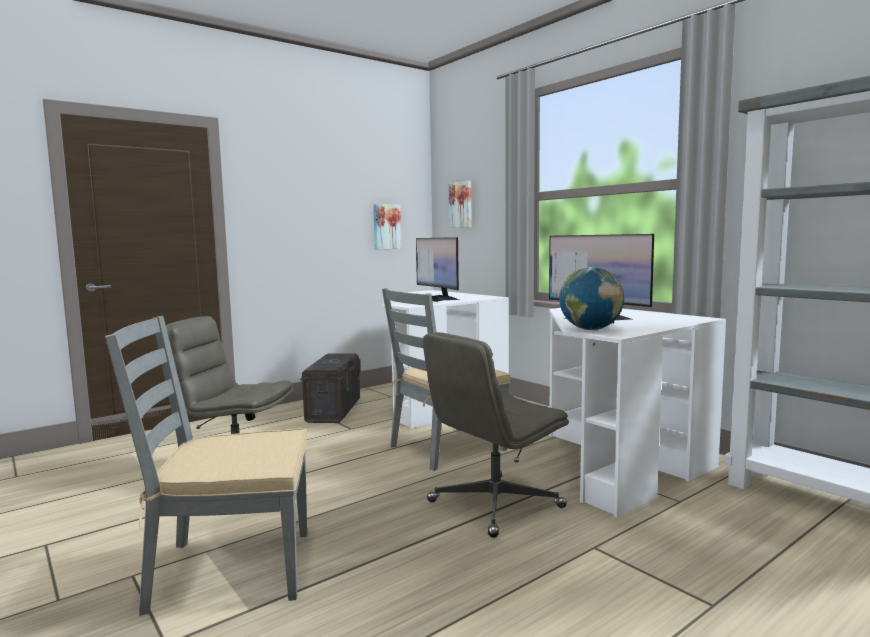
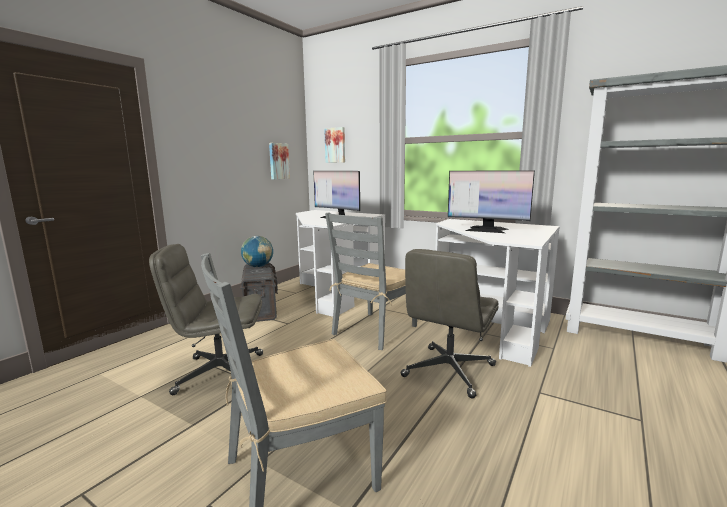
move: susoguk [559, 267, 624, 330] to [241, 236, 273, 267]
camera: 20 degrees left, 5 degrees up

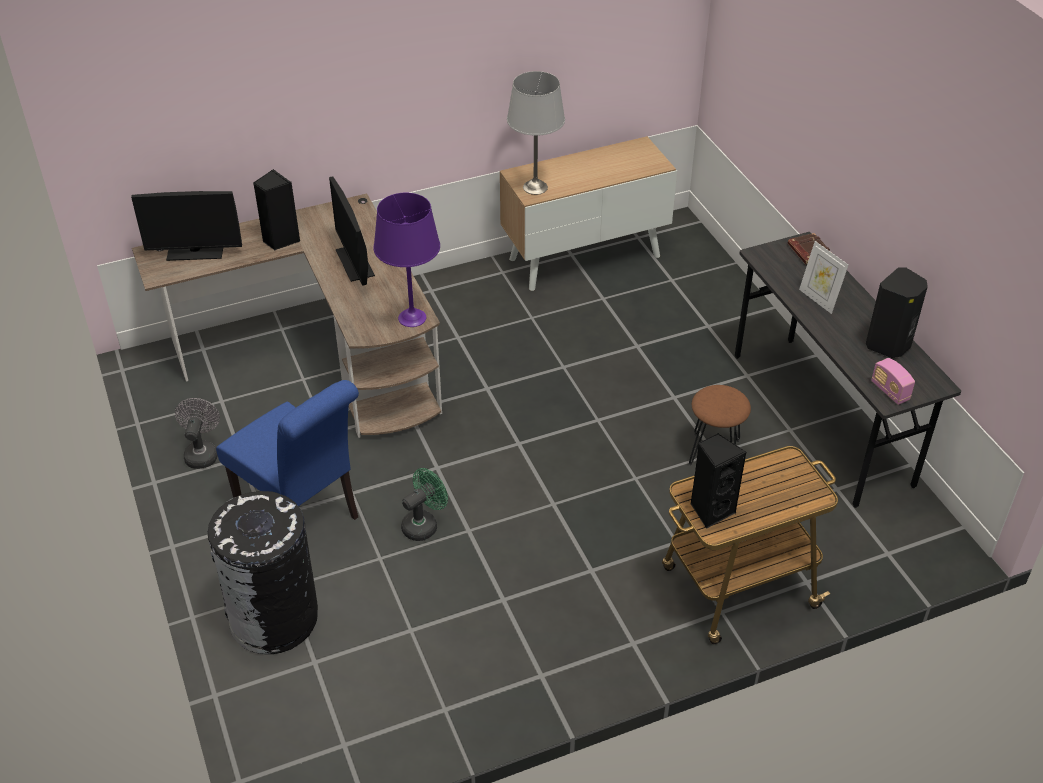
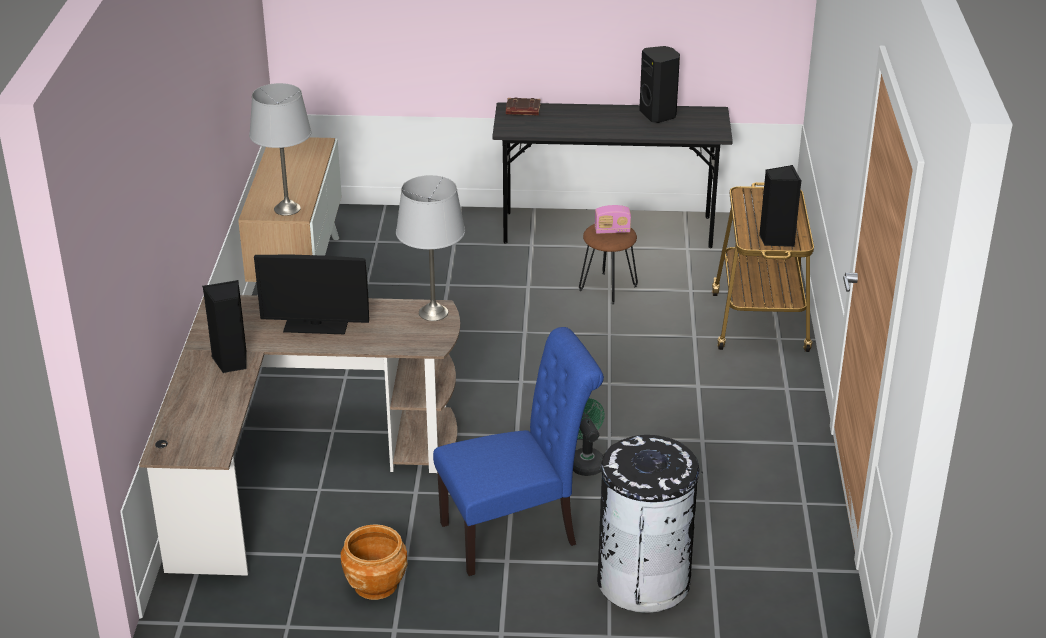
delete: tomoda [131, 191, 242, 261]; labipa [799, 241, 848, 314]
move: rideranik [871, 358, 915, 405] to [595, 205, 631, 234]
replace: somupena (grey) [175, 398, 220, 469] to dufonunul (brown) [341, 524, 408, 600]
recolor: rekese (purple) [373, 193, 440, 327] to rekese (grey) [396, 175, 465, 321]
camera: 65 degrees left, 10 degrees down

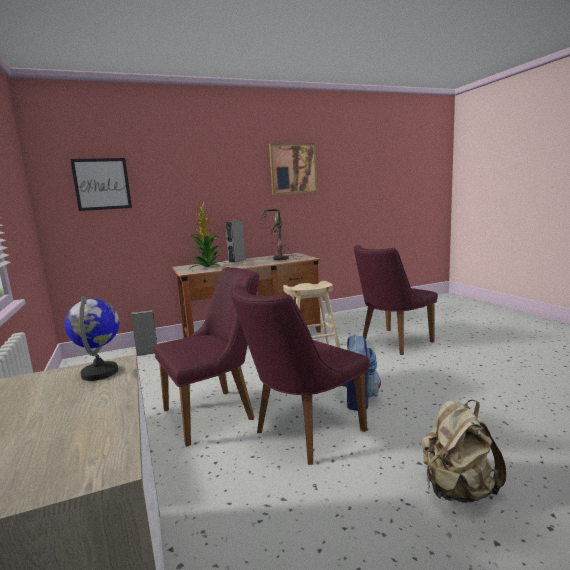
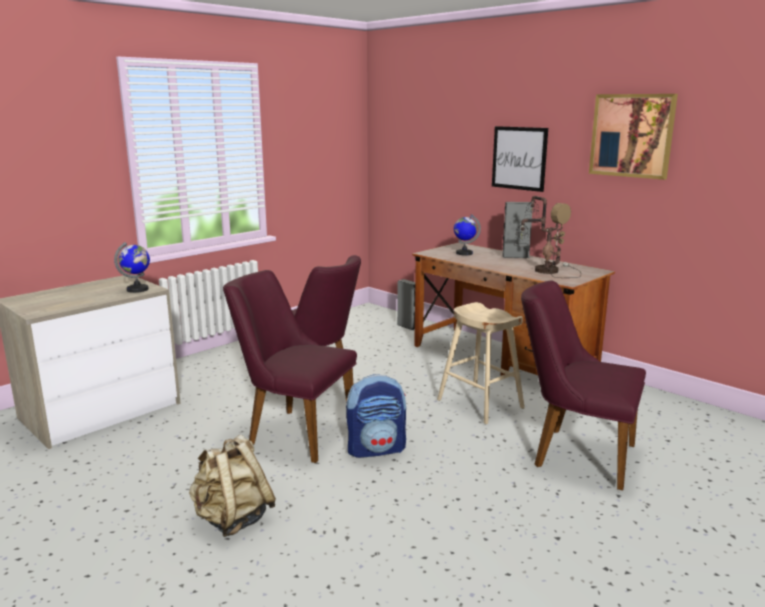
move: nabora [70, 158, 132, 211] to [492, 126, 548, 192]
replace: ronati [186, 203, 226, 269] to susoguk [454, 214, 481, 255]
camera: 65 degrees right, 5 degrees up

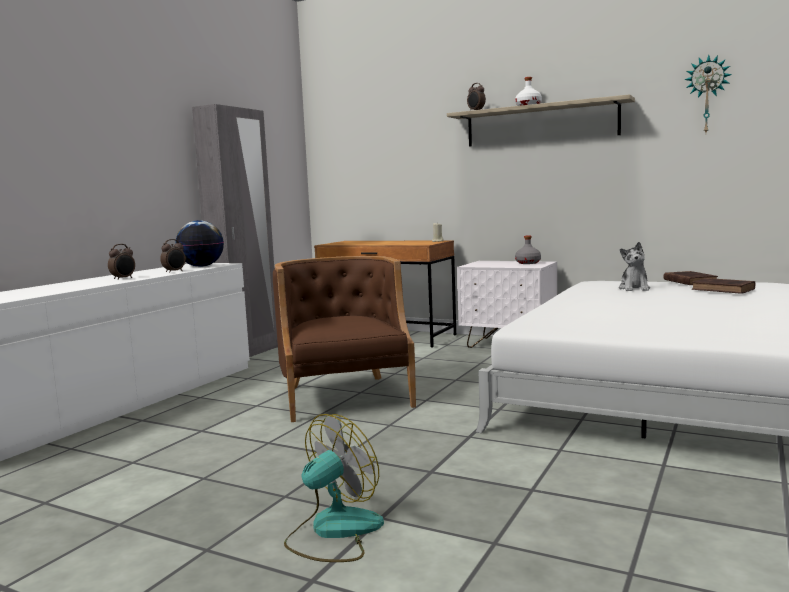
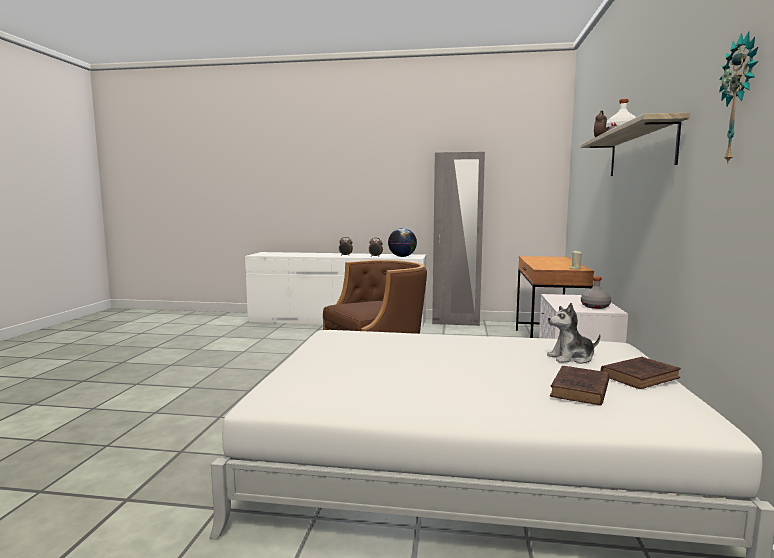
delete: somupena [284, 414, 384, 562]
camera: 70 degrees right, 0 degrees up

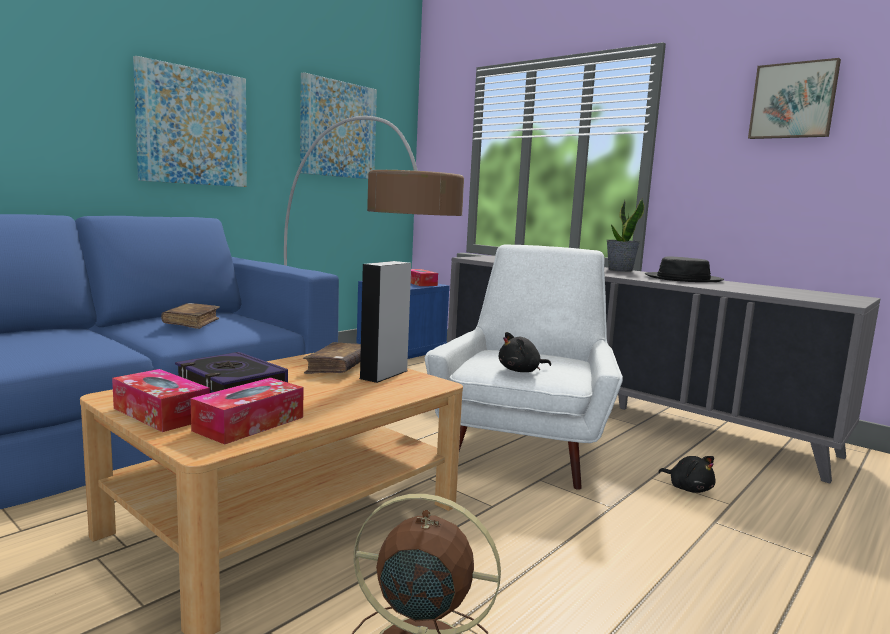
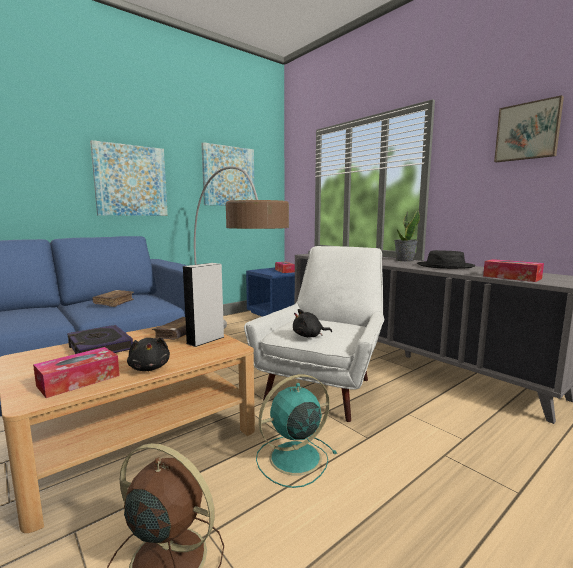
insert: somupena (turquoise) [256, 374, 337, 488]
move: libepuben [112, 369, 210, 432] to [483, 259, 544, 282]; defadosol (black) [658, 456, 716, 493] to [127, 337, 170, 371]
camera: 10 degrees right, 0 degrees up

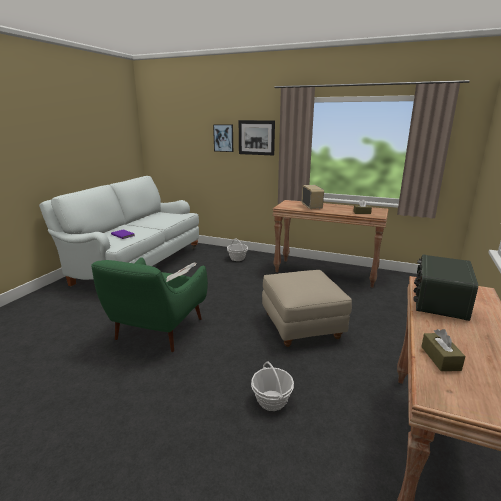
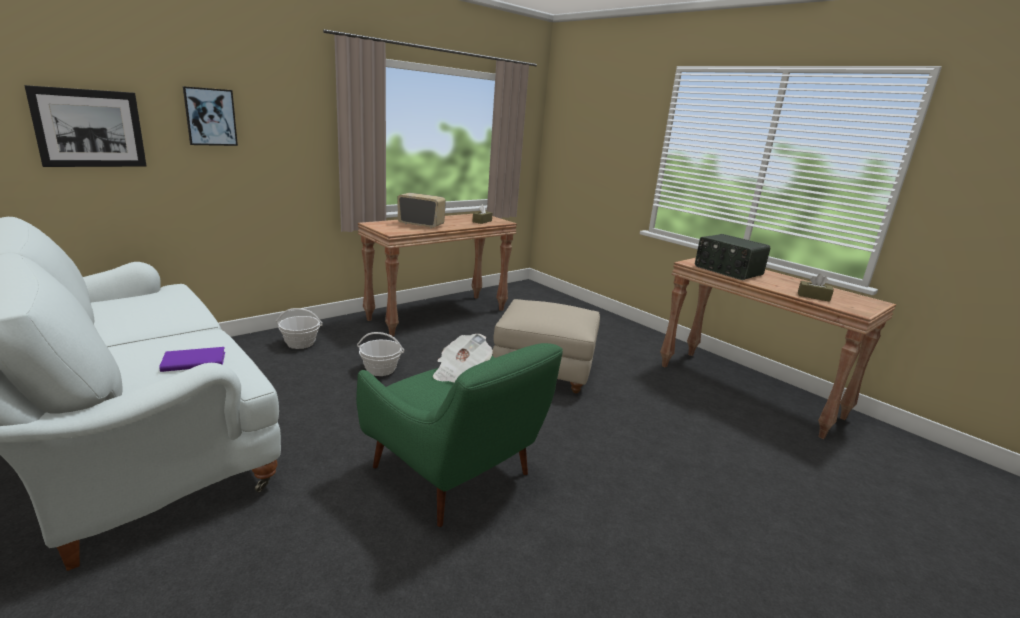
move: nabora [239, 120, 275, 156] to [24, 85, 147, 167]; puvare [251, 361, 294, 411] to [357, 332, 404, 376]
camera: 65 degrees left, 0 degrees up

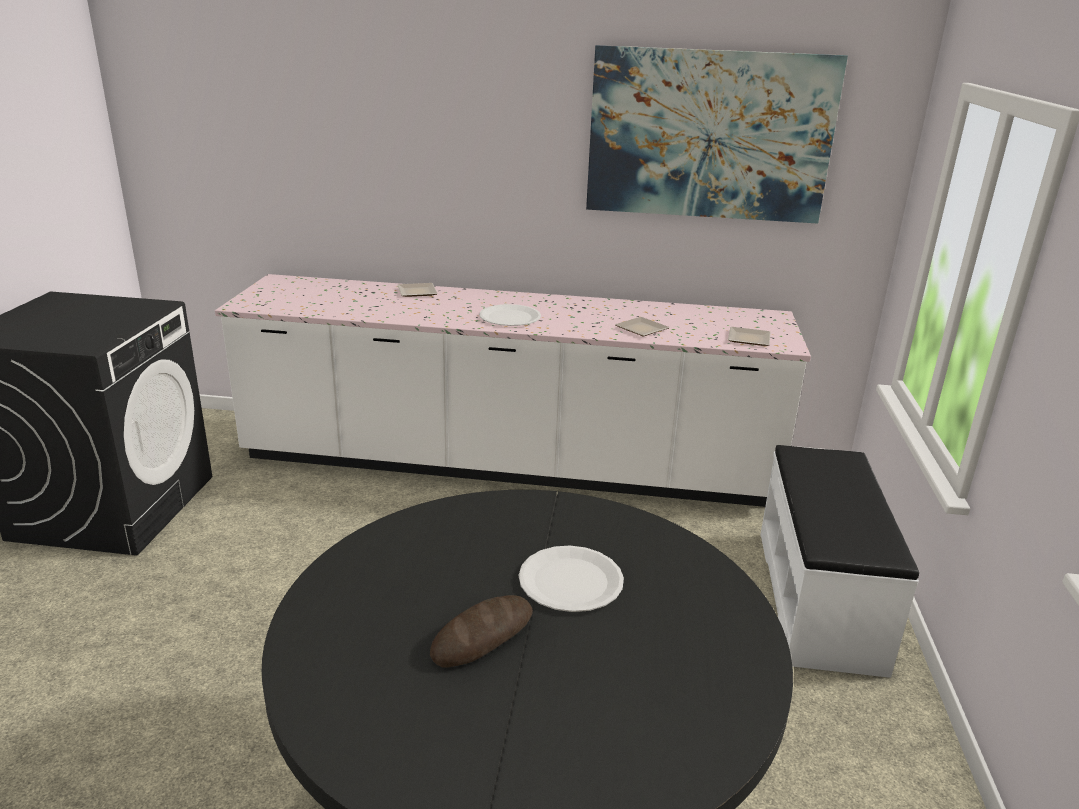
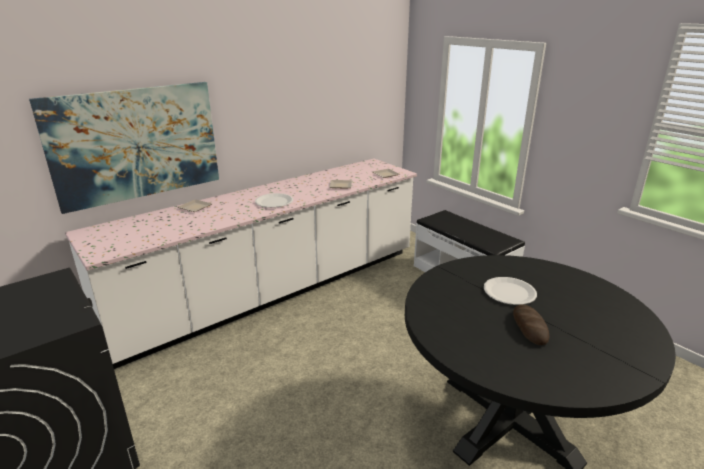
move: nabora [586, 45, 848, 224] to [29, 82, 219, 214]
camera: 45 degrees left, 0 degrees up

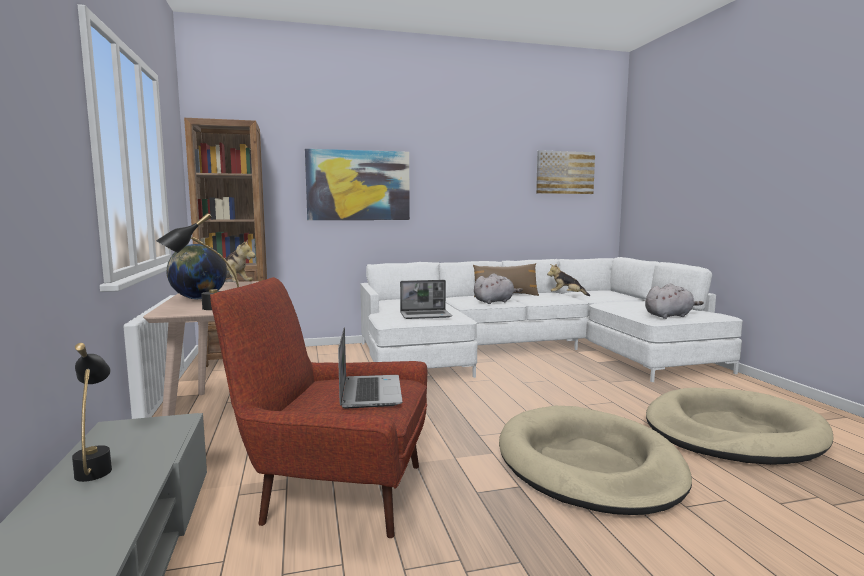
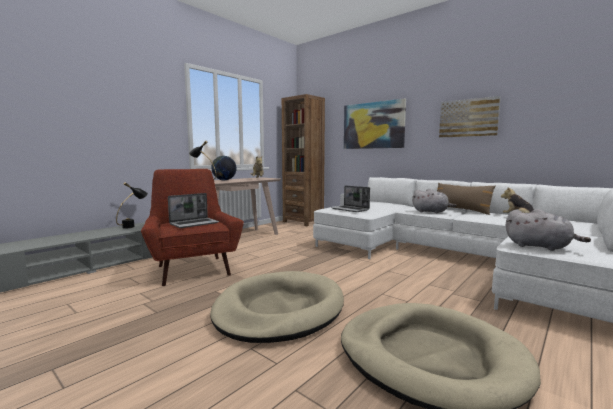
move: nabora [536, 150, 595, 194] to [439, 96, 501, 138]
camera: 55 degrees right, 0 degrees up

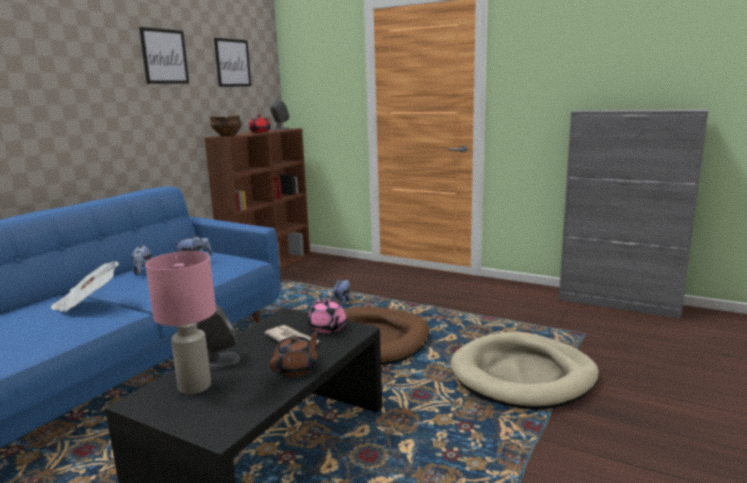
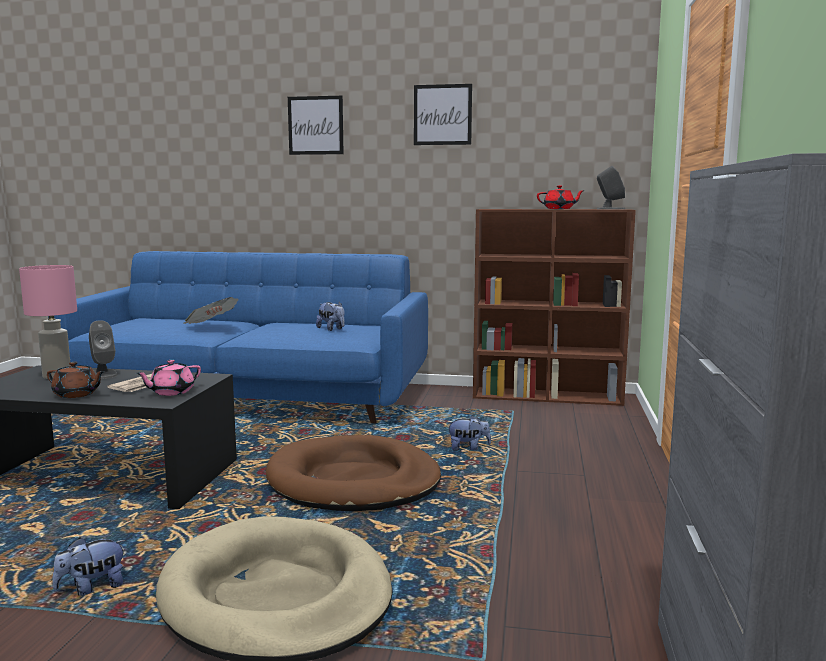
delete: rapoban [209, 115, 242, 137]
move: defadosol [131, 245, 153, 275] to [52, 537, 126, 596]; nabora [214, 38, 251, 87] to [288, 96, 344, 155]
camera: 70 degrees right, 5 degrees down

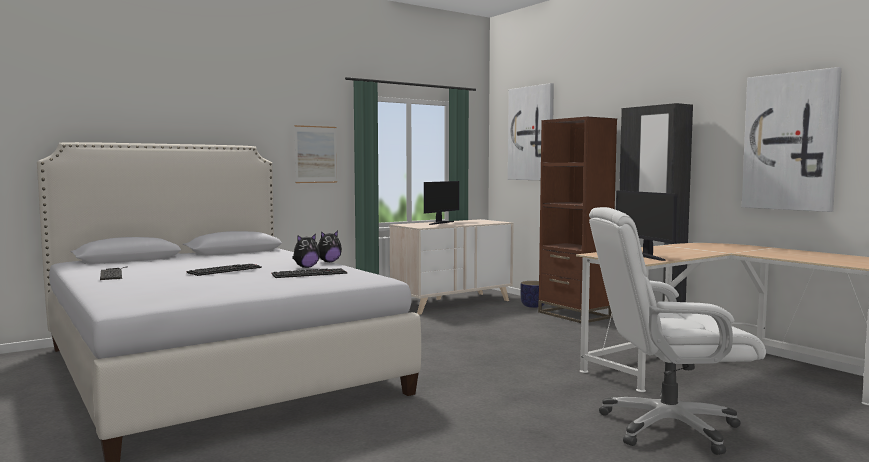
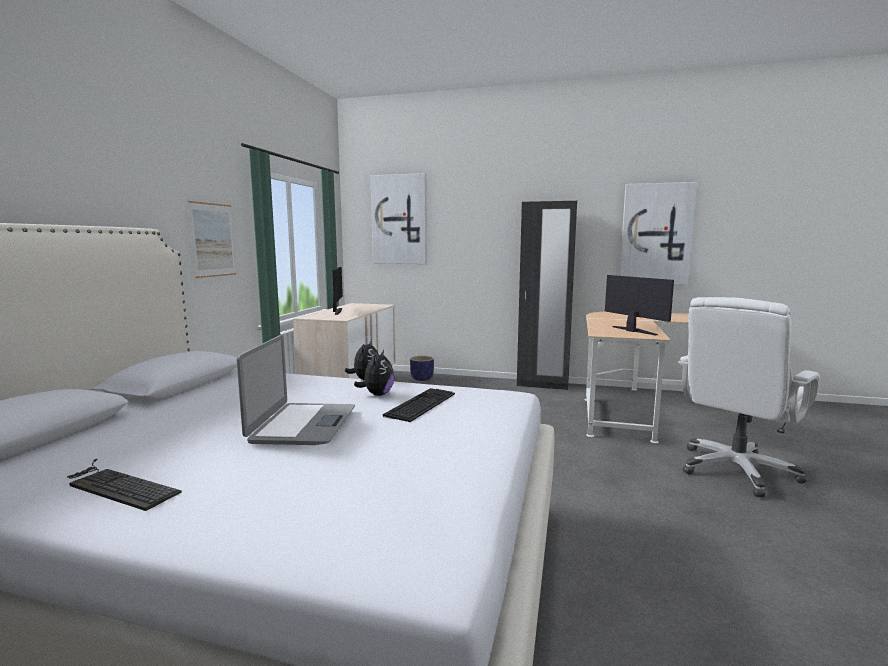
delete: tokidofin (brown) [538, 117, 617, 323]
replace: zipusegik [186, 264, 262, 276] to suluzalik [236, 335, 355, 445]
rotate: tomoda [616, 190, 677, 261] = [605, 275, 674, 336] 150 degrees counterclockwise
camera: 40 degrees left, 5 degrees up

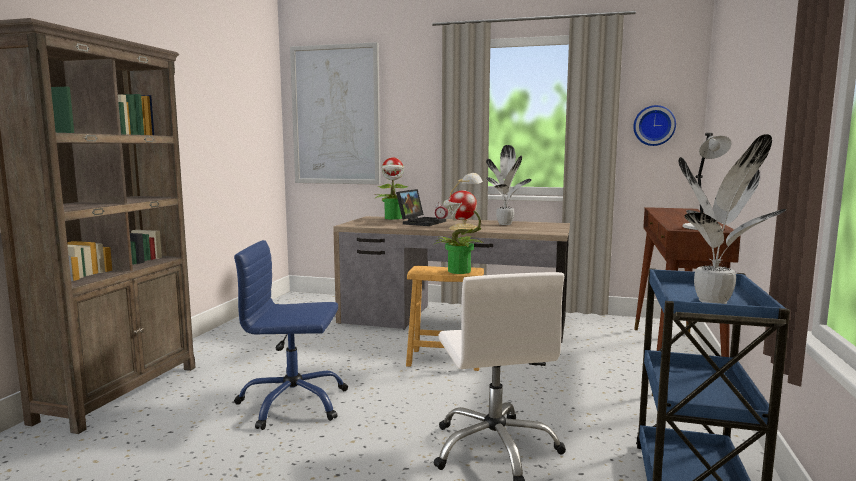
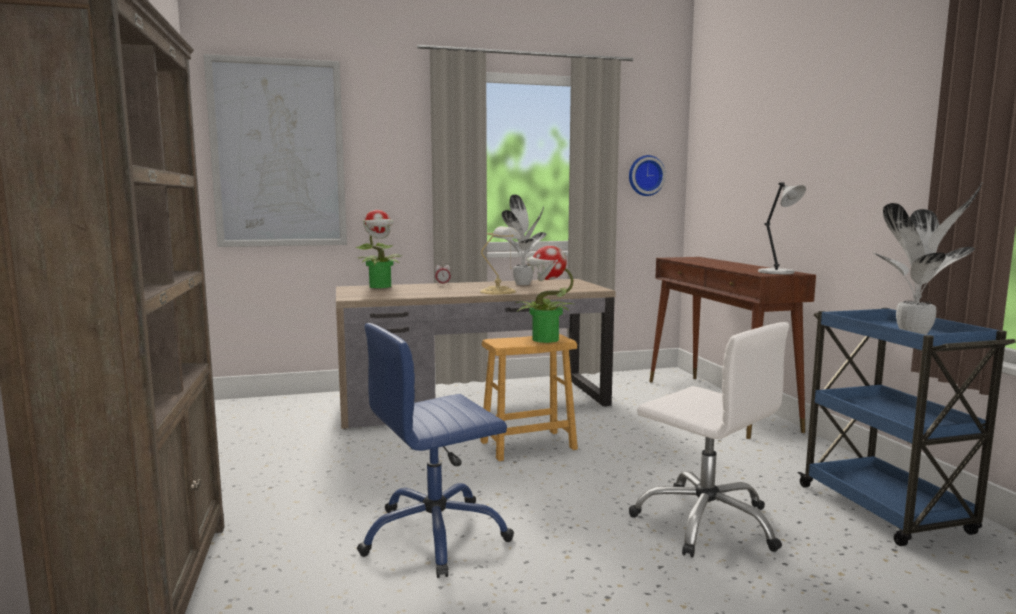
delete: suluzalik [396, 189, 446, 226]
camera: 30 degrees left, 0 degrees up

